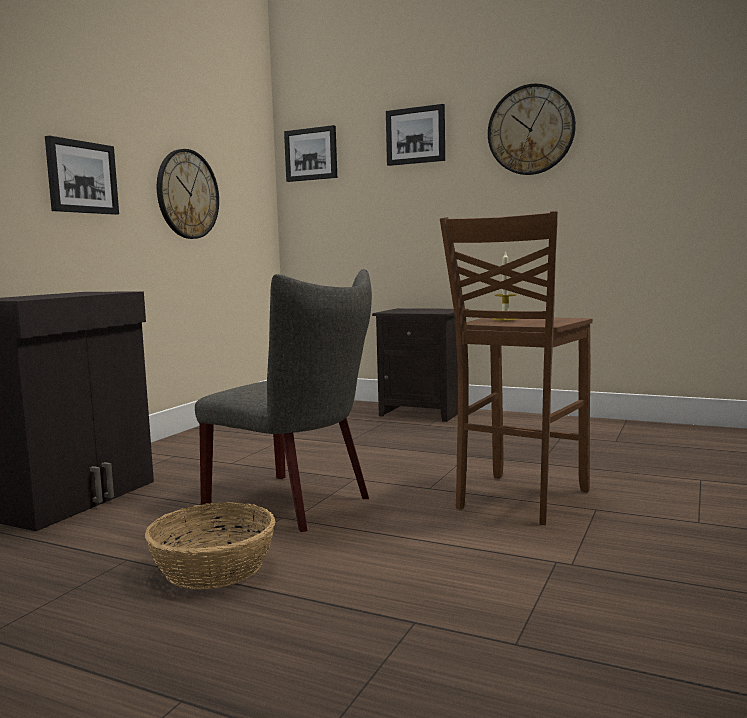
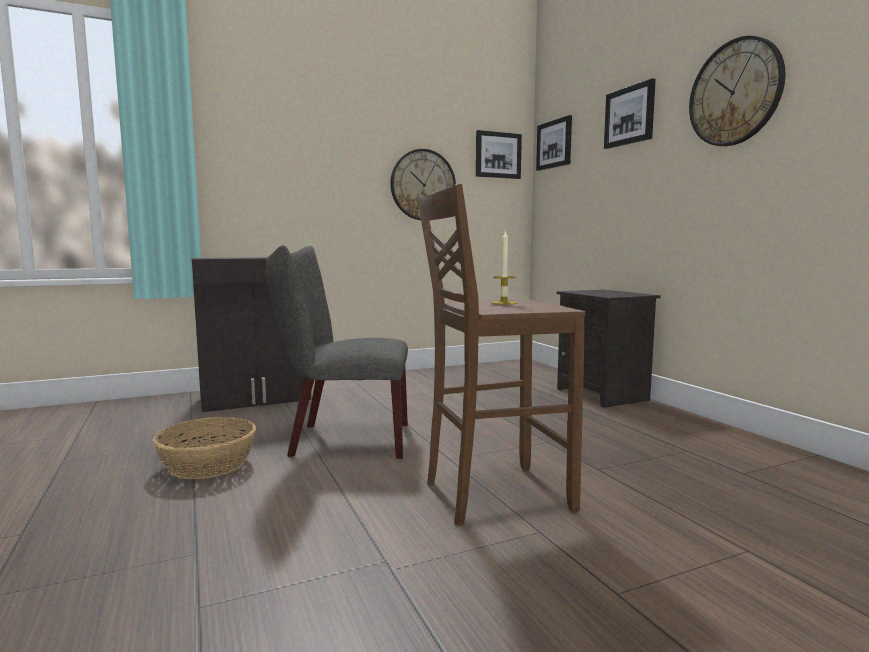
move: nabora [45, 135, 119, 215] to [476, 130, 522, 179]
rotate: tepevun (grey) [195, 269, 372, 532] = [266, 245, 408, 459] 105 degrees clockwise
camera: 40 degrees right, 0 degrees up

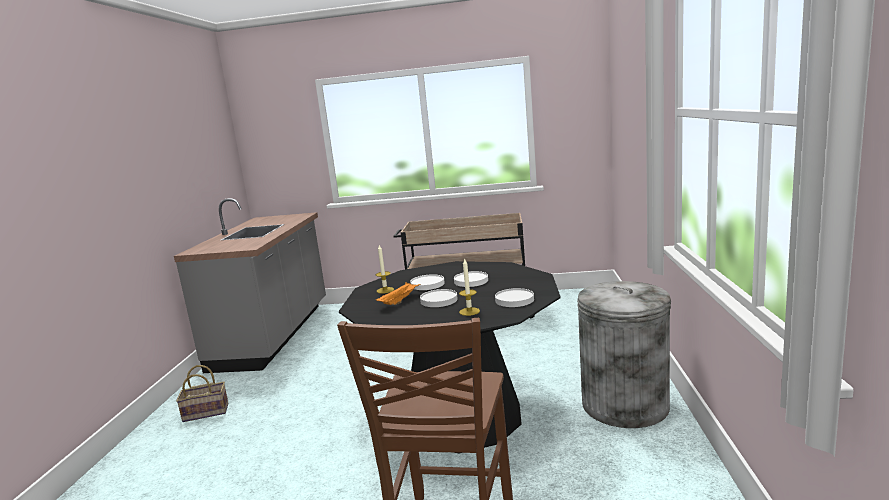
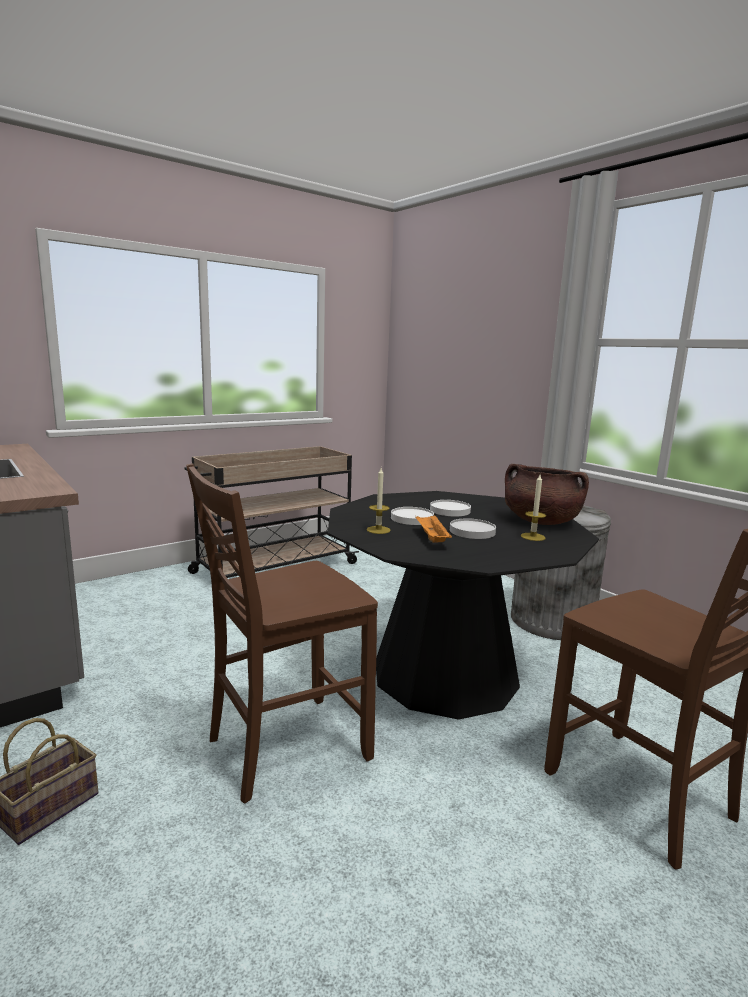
insert: tepevun (brown) [186, 463, 378, 803]
replace: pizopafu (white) [495, 288, 534, 307] to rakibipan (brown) [505, 464, 589, 525]
camera: 45 degrees left, 0 degrees up

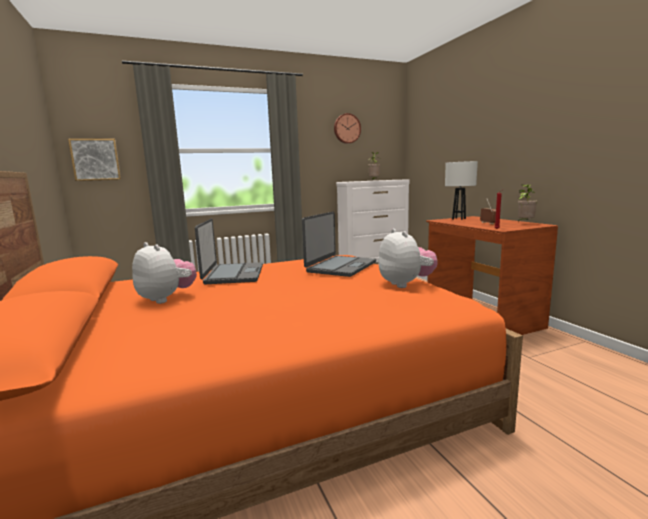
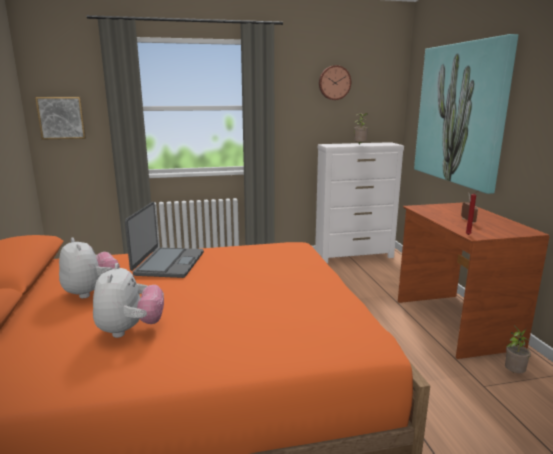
delete: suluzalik [302, 211, 376, 277]; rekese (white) [445, 161, 478, 220]
insert: nabora [414, 34, 519, 194]
move: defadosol [378, 228, 438, 288] to [93, 263, 164, 338]; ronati [518, 184, 537, 222] to [505, 325, 531, 373]
camera: 10 degrees right, 5 degrees up

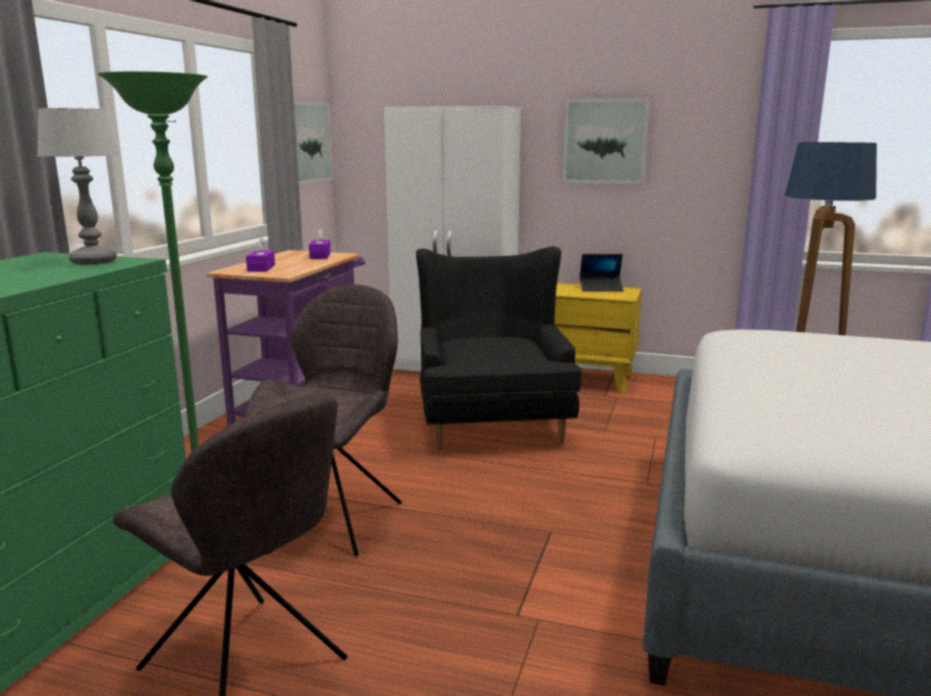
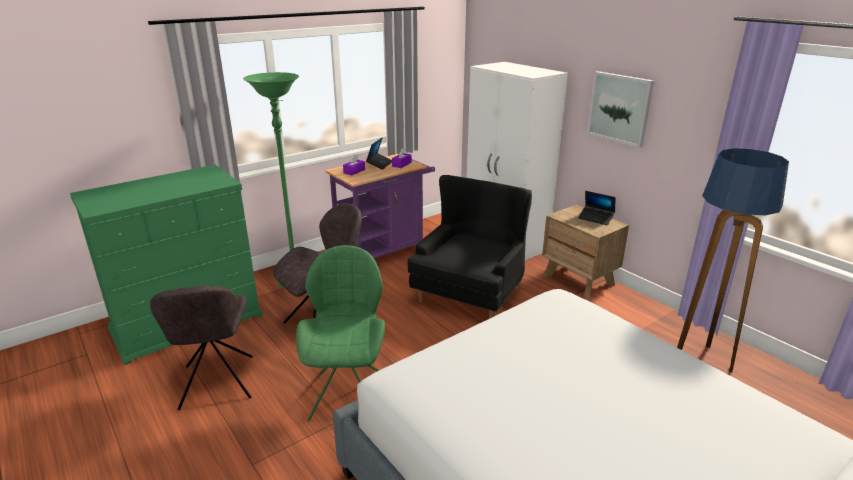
delete: rekese [37, 108, 119, 265]; nabora [294, 101, 333, 185]
insert: tepevun (green) [296, 245, 385, 421]; suluzalik [366, 137, 392, 170]
recolor: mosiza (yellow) [555, 283, 642, 393] to mosiza (brown) [542, 205, 629, 299]
camera: 35 degrees right, 10 degrees up

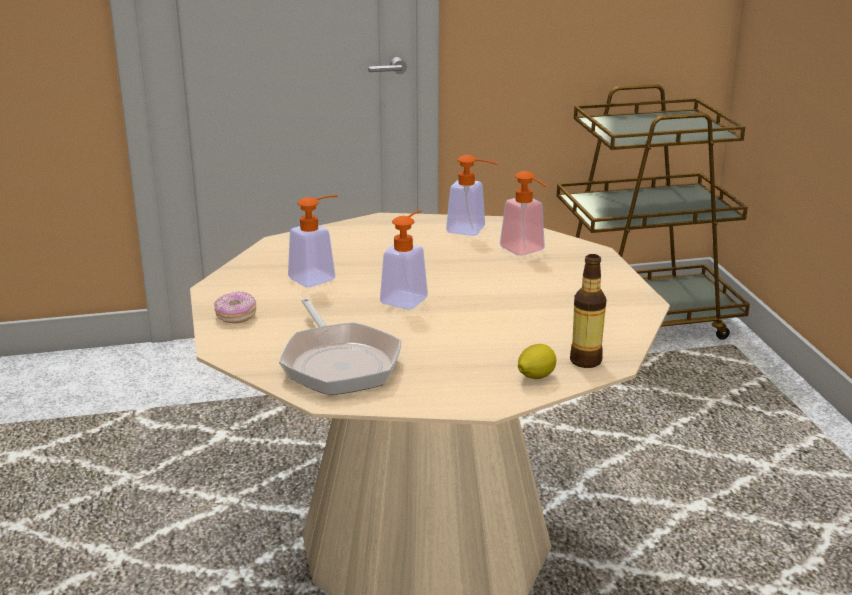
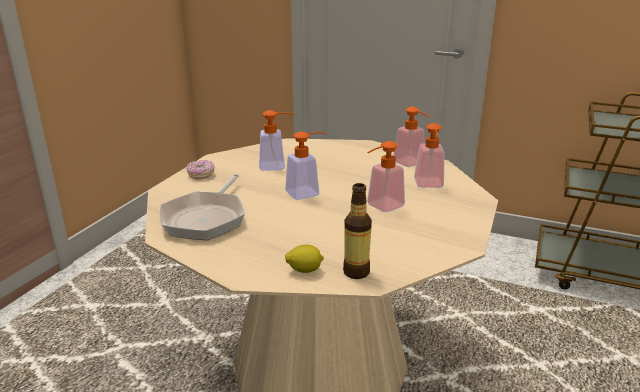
insert: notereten [367, 141, 405, 212]
camera: 35 degrees right, 0 degrees up

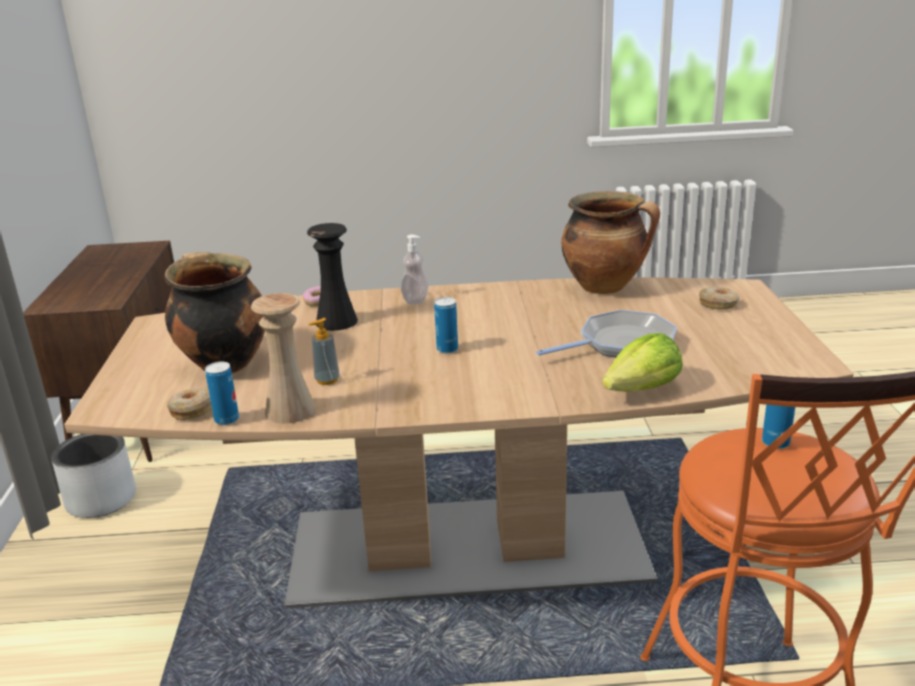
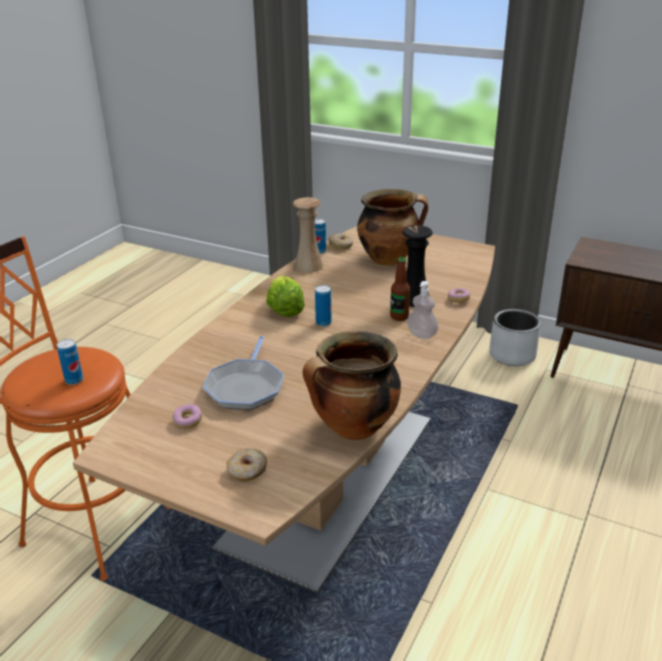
delete: notereten [308, 318, 340, 385]
insert: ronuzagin [173, 404, 202, 429]; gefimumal [390, 257, 410, 321]
move: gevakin [602, 333, 683, 392] to [266, 275, 305, 317]
camera: 120 degrees right, 5 degrees up

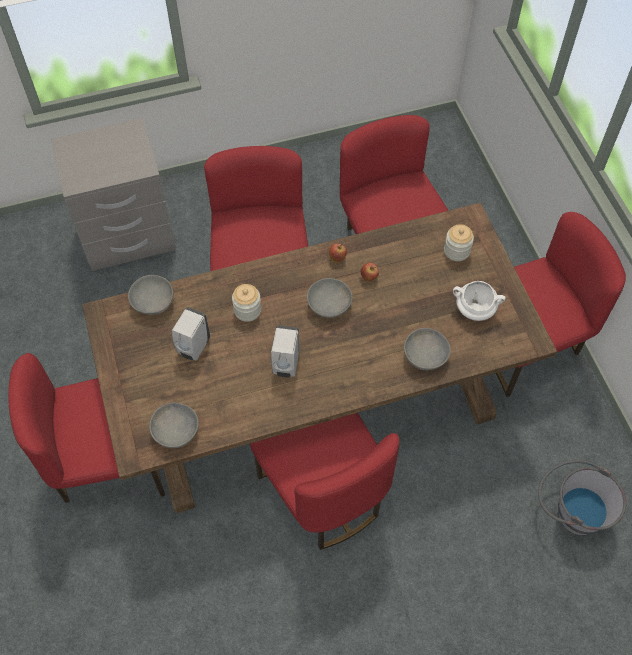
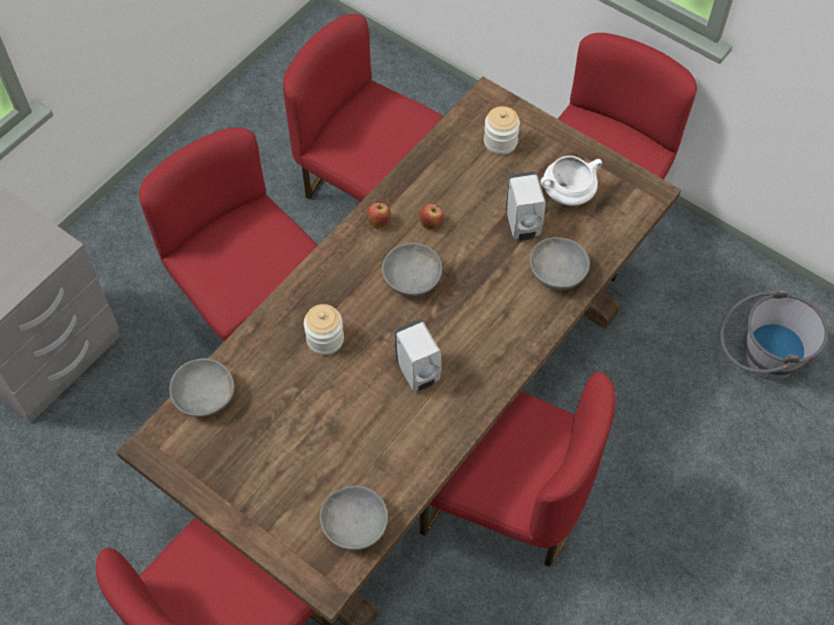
move: notereten (white) [172, 307, 210, 361] to [506, 171, 546, 241]
camera: 35 degrees left, 0 degrees up

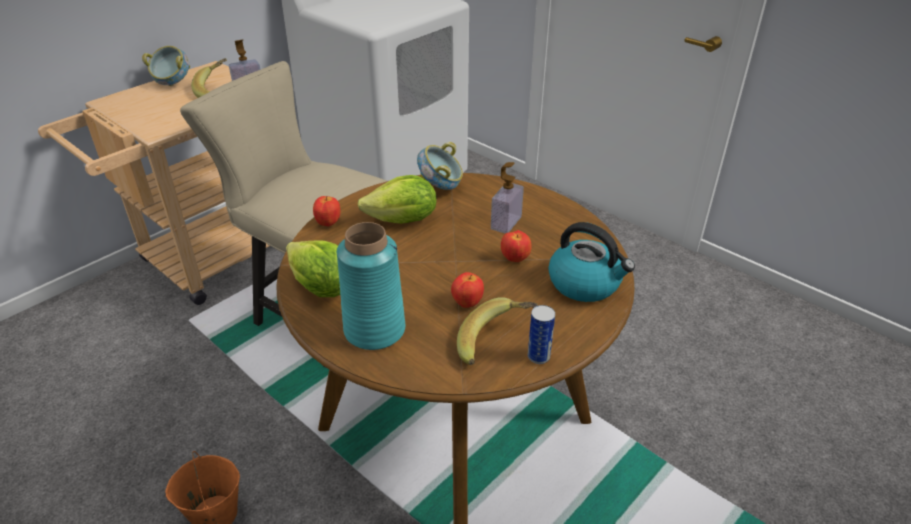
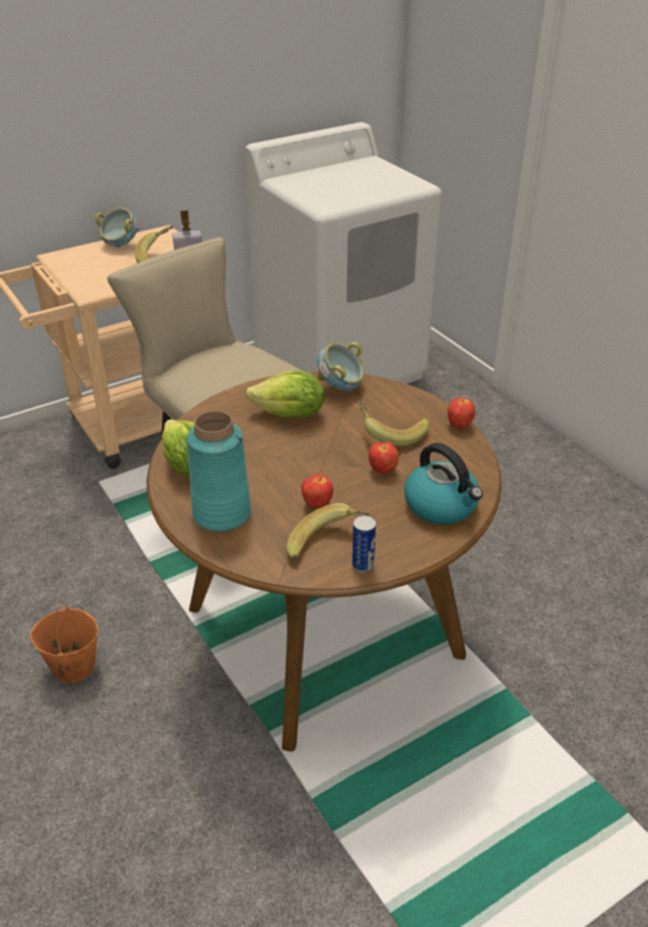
move: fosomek [313, 196, 340, 226] to [447, 397, 475, 429]
replace: notereten [491, 162, 524, 234] to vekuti [358, 398, 429, 446]
camera: 15 degrees right, 0 degrees up

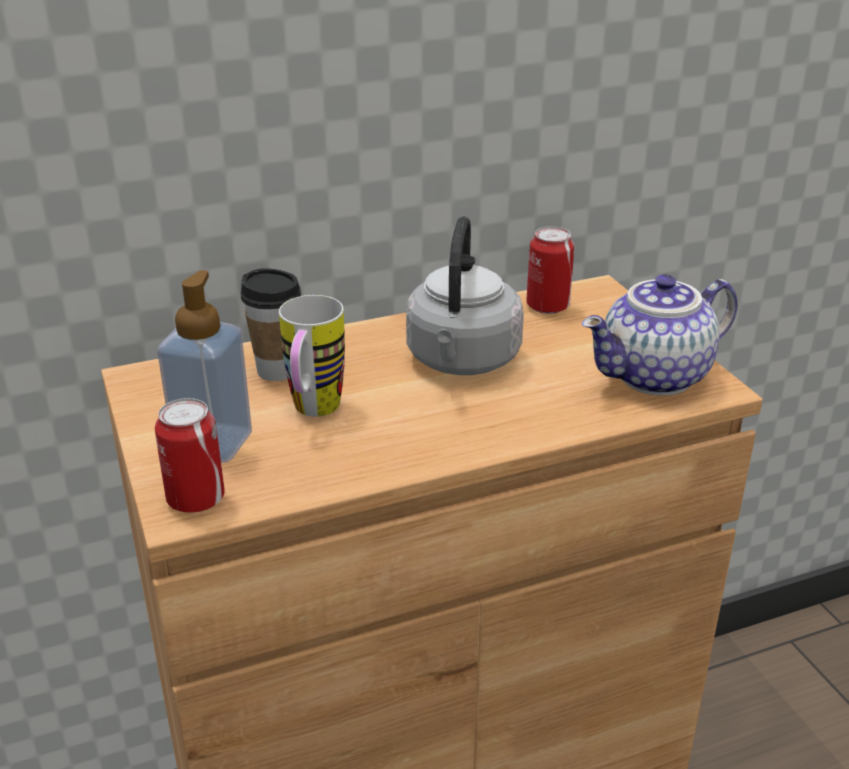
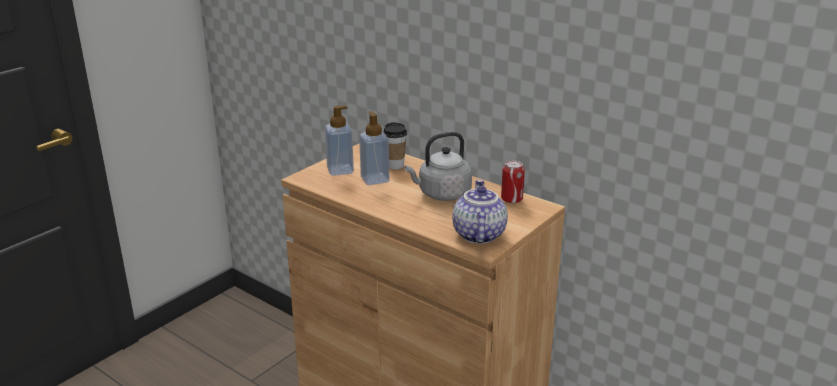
delete: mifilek [155, 398, 225, 513]
replace: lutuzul [279, 295, 345, 417] to notereten [359, 111, 389, 185]
rotate: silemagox [582, 274, 738, 396] = [452, 180, 508, 244] 60 degrees clockwise
camera: 60 degrees right, 5 degrees down

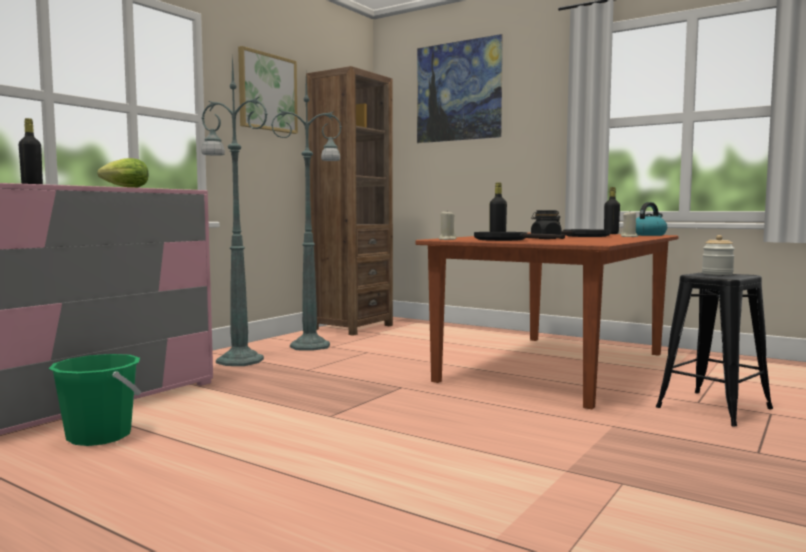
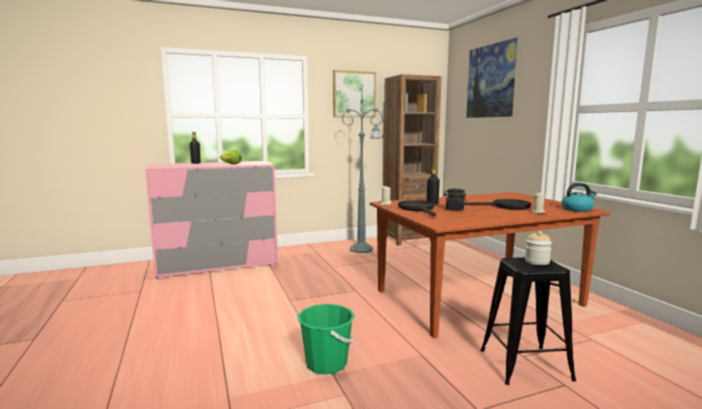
delete: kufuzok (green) [201, 55, 268, 366]; gefimumal (black) [604, 187, 620, 234]
move: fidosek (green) [49, 354, 141, 446] to [297, 304, 355, 375]
camera: 35 degrees right, 5 degrees up

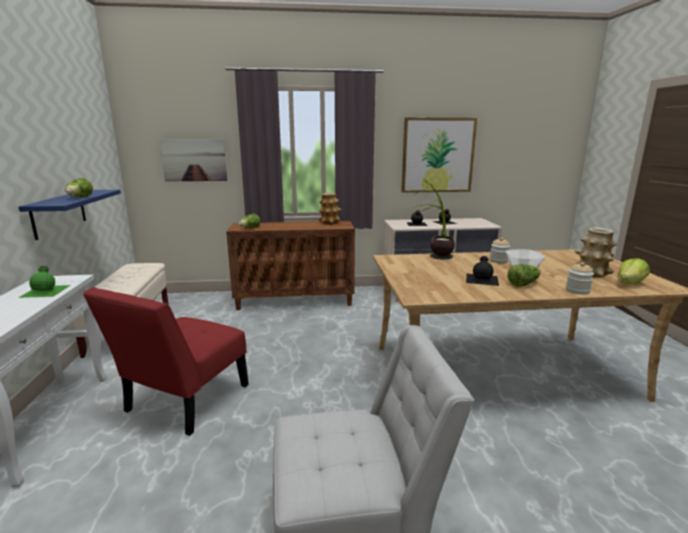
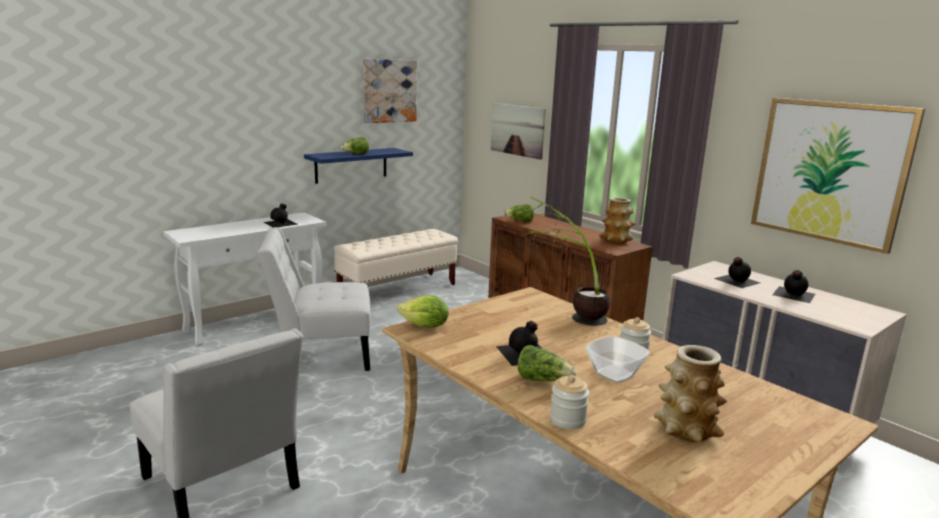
insert: nabora [363, 59, 417, 123]
move: gevakin [617, 258, 650, 284] to [397, 295, 449, 328]
recolor: gefimumal (green) [18, 266, 71, 298] to gefimumal (black) [263, 203, 298, 227]; tepevun (red) [83, 287, 249, 436] to tepevun (white) [257, 227, 371, 371]
camera: 55 degrees right, 0 degrees up

